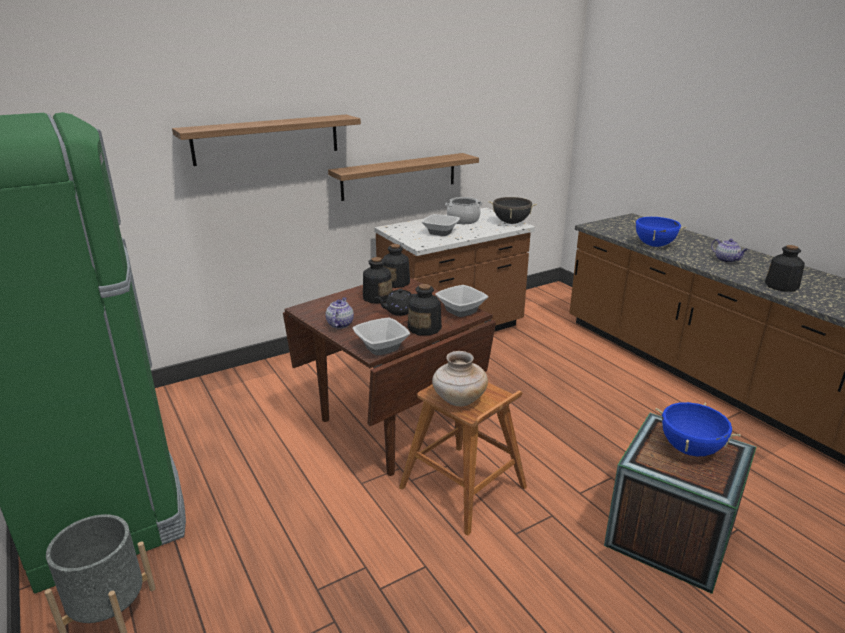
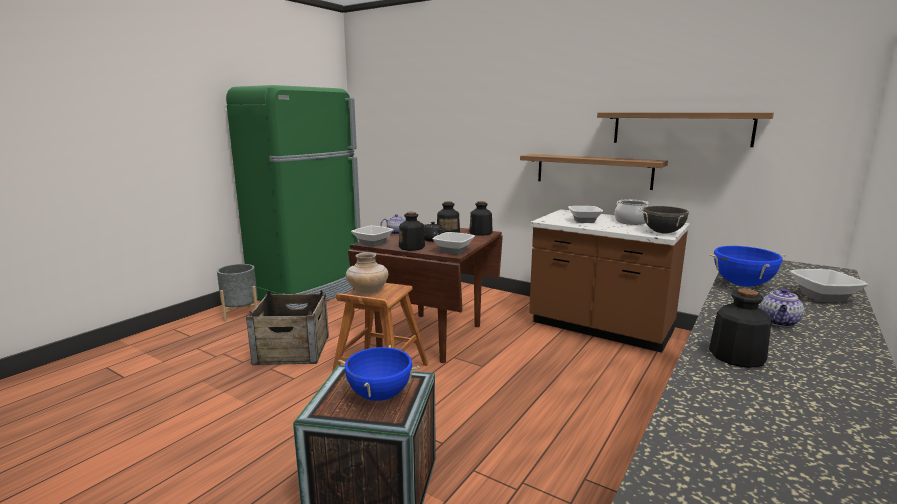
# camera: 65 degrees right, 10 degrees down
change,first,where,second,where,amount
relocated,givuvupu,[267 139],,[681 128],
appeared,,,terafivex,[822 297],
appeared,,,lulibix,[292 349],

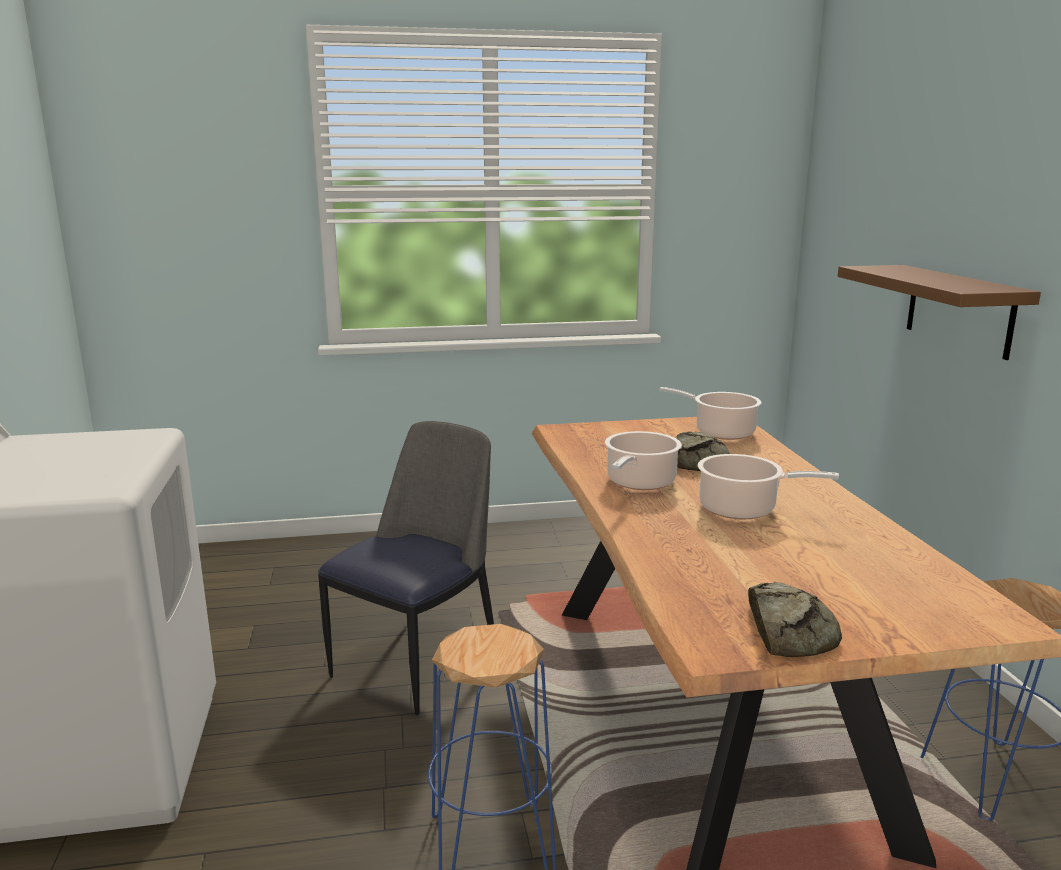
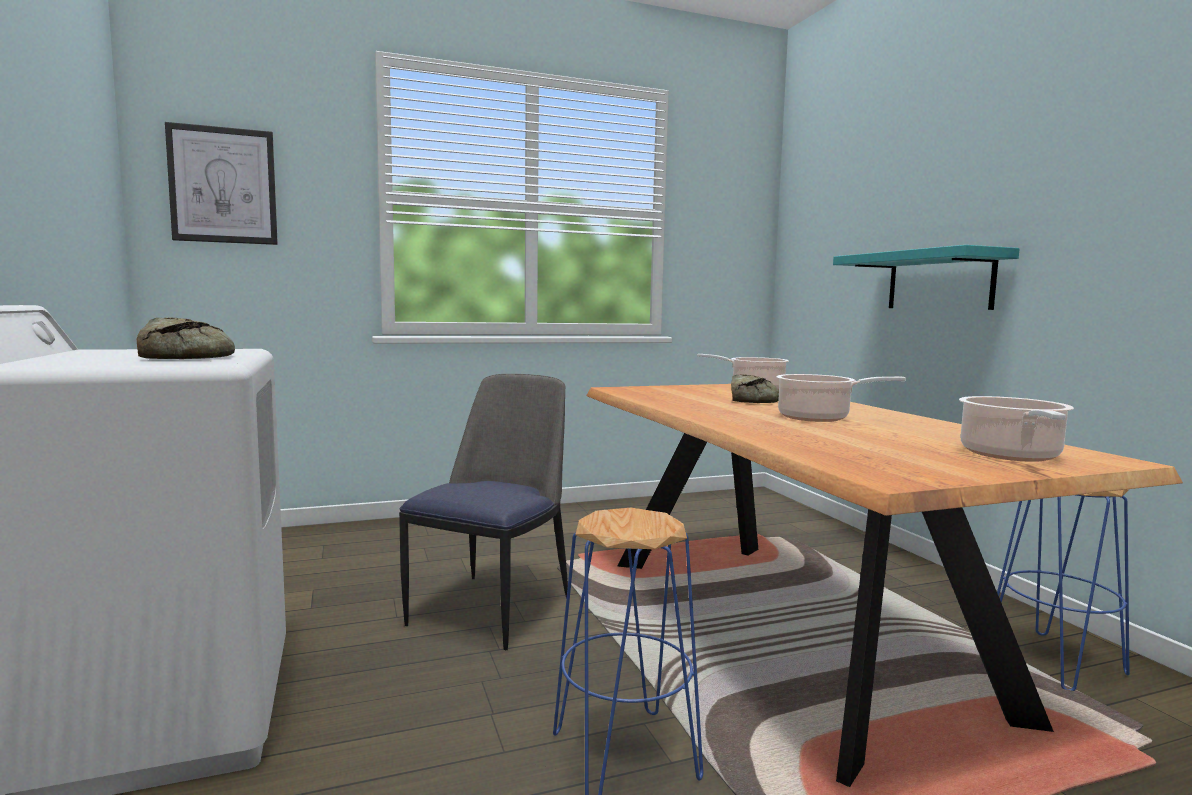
# camera: 10 degrees left, 10 degrees down
change,first,where,second,where,amount
colour,brown_givuvupu,[959 310],turquoise_givuvupu,[939 281],
relocated,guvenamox,[639 483],,[1011 456],
relocated,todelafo,[788 631],,[190 357],
appeared,,,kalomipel,[223 185],

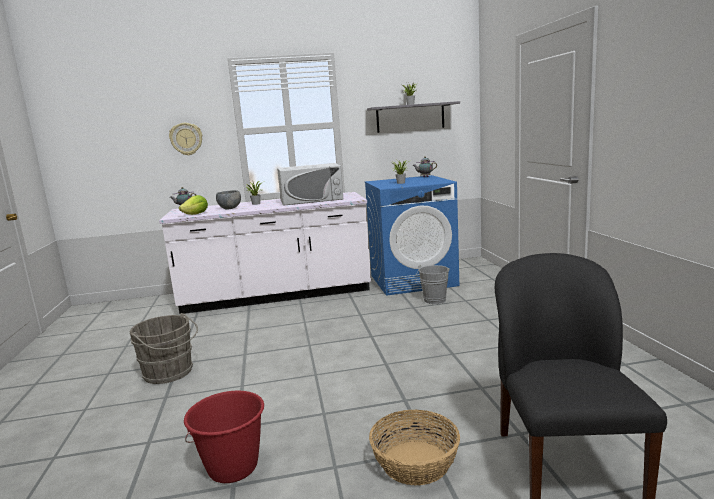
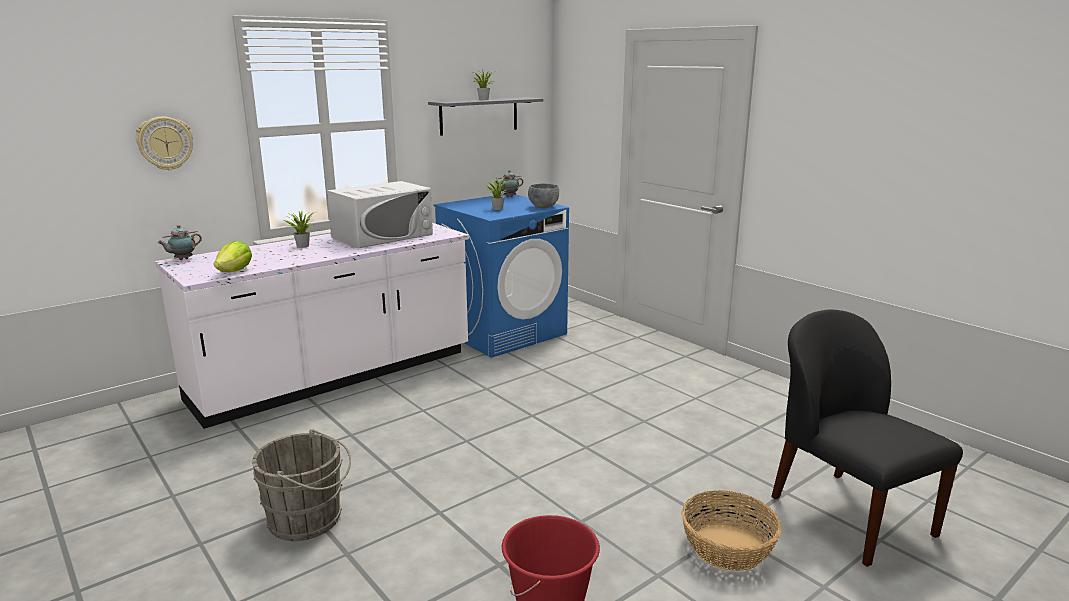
# camera: 30 degrees left, 5 degrees up
change,first,where,second,where,amount
relocated,grey_terafivex,[230 208],,[543 207],
missing,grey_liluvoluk,[433 301],,,

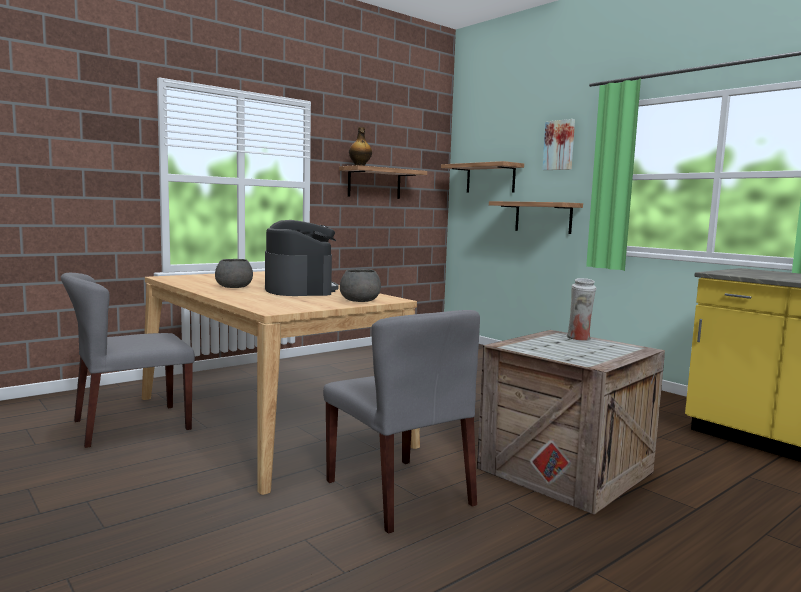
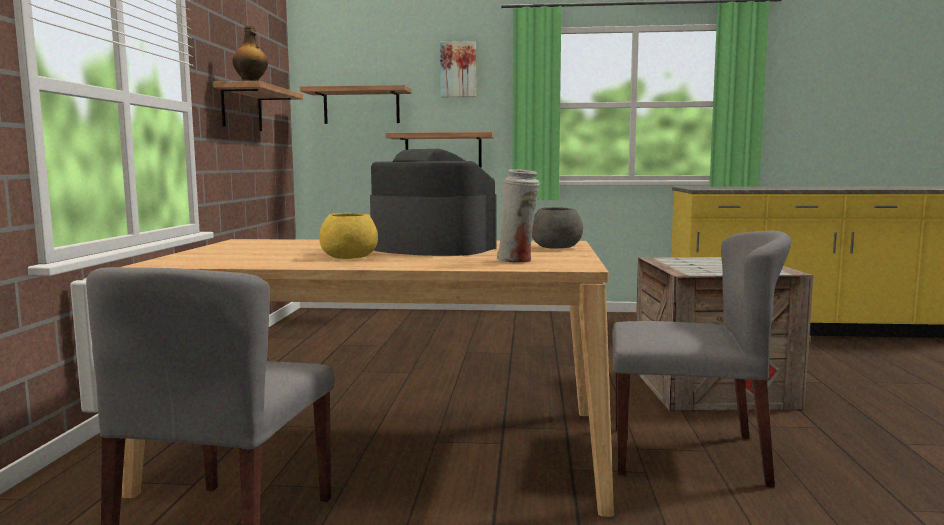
# camera: 45 degrees left, 0 degrees up
change,first,where,second,where,amount
colour,grey_terafivex,[234 287],yellow_terafivex,[348 257],
relocated,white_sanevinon,[579 338],,[517 261],

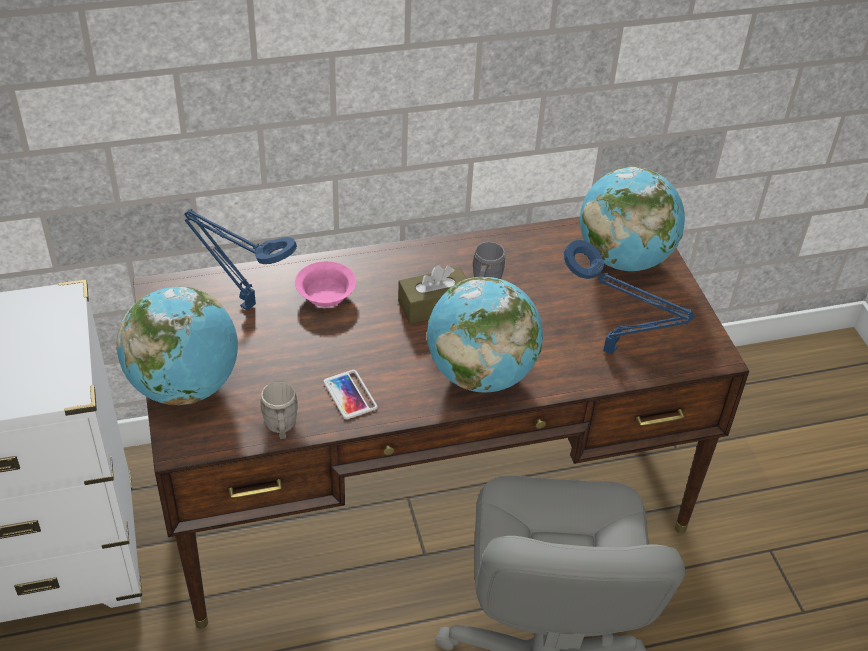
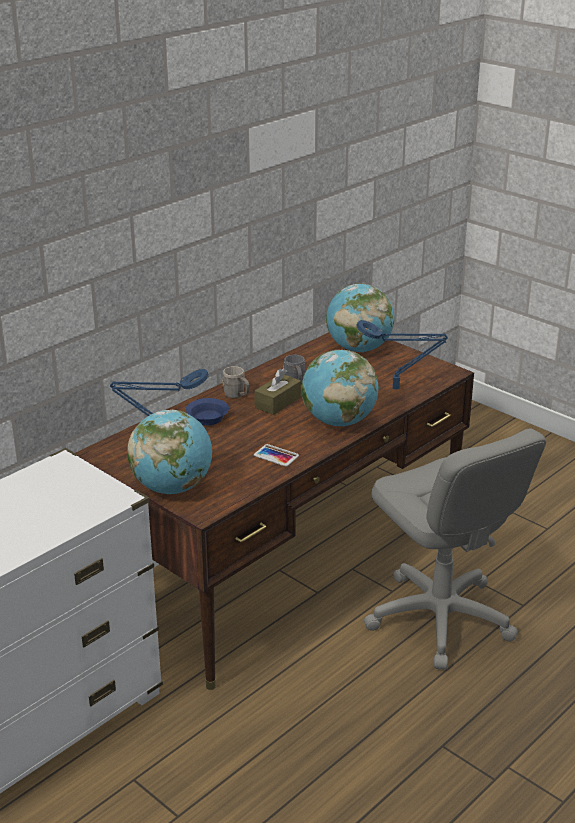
# camera: 30 degrees left, 15 degrees down
change,first,where,second,where,amount
colour,pink_terafivex,[325 293],blue_terafivex,[207 419],
relocated,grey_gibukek,[281 428],,[237 396],

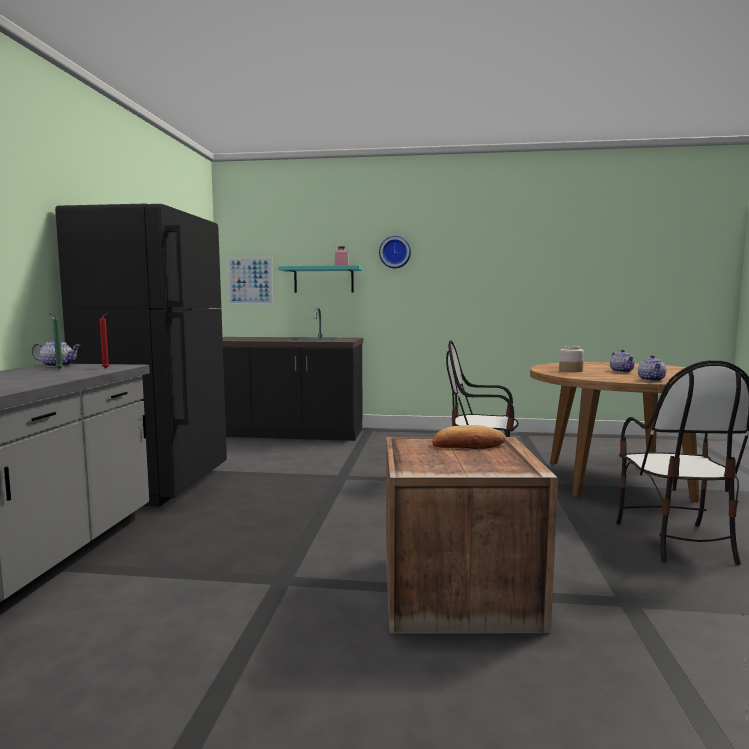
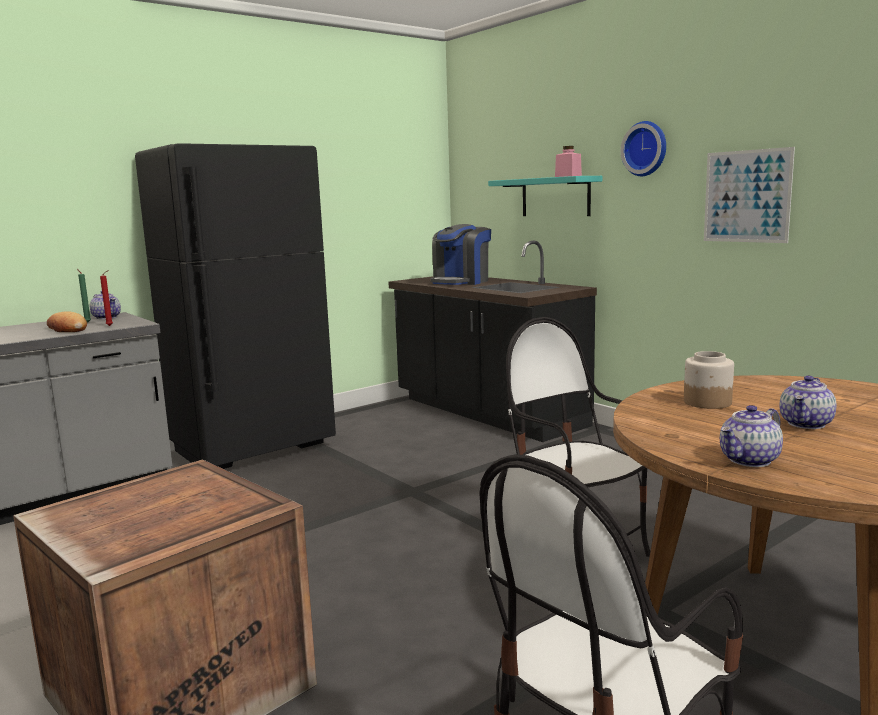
# camera: 45 degrees right, 5 degrees up
change,first,where,second,where,amount
relocated,kalomipel,[250 281],,[746 196],
relocated,todelafo,[468 445],,[67 329],
appeared,,,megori,[461 282],

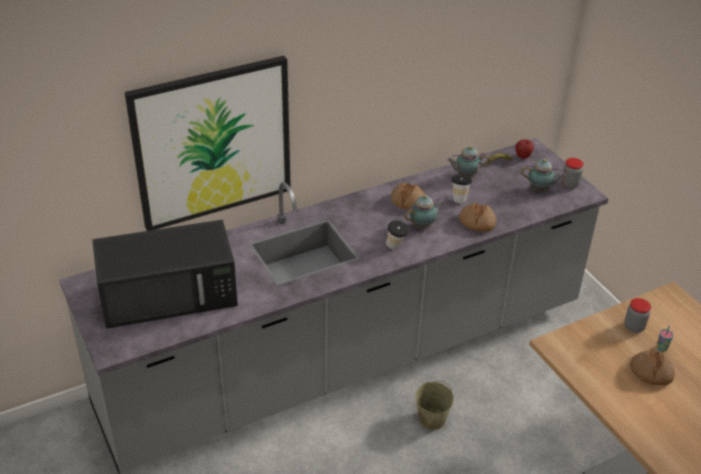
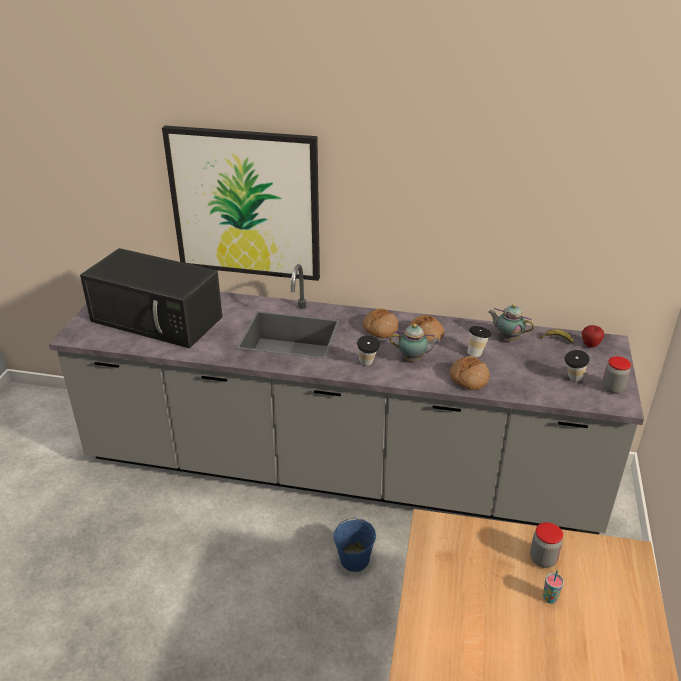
# camera: 40 degrees right, 5 degrees down
change,first,where,second,where,amount
exchanged,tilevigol,[540 190],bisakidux,[572 379],
relocated,todelafo,[651 372],,[380 328],
colour,beige_liluvoluk,[431 418],blue_liluvoluk,[355 559],

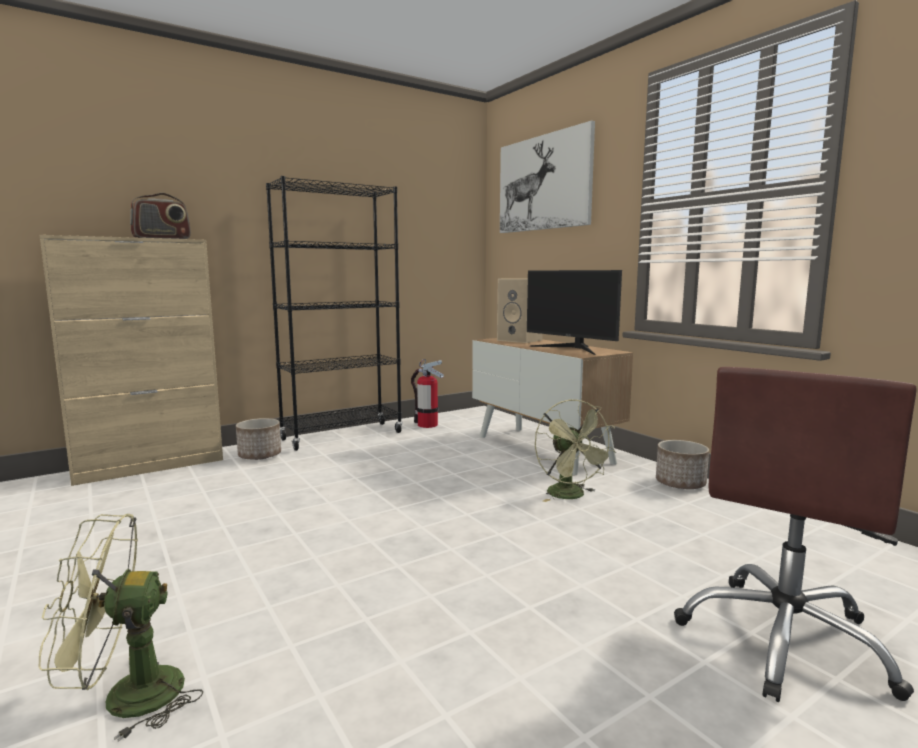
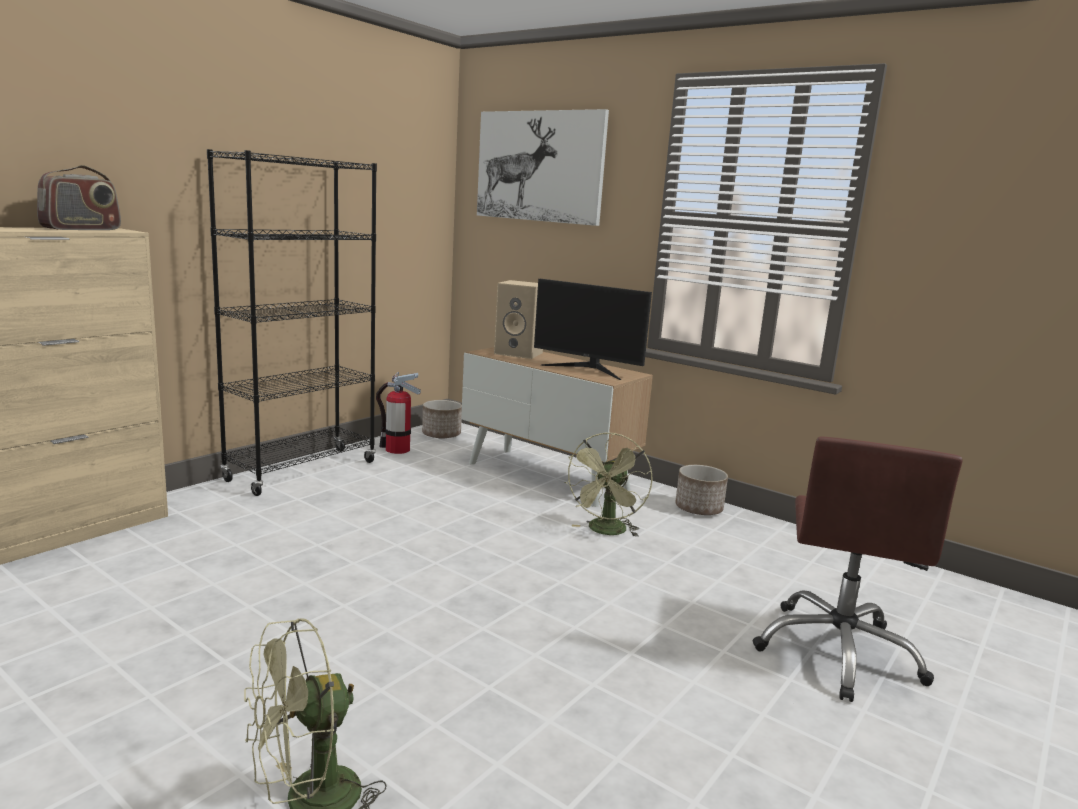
# camera: 20 degrees left, 5 degrees up
change,first,where,second,where,amount
spun,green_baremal,[571 496],,[606 532],60 degrees clockwise
relocated,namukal,[260 455],,[441 435],

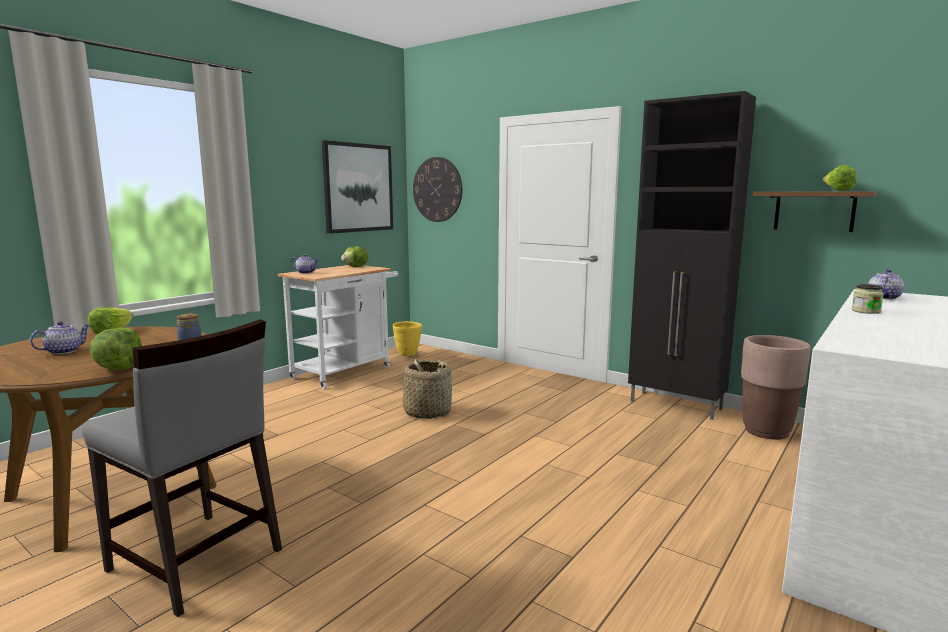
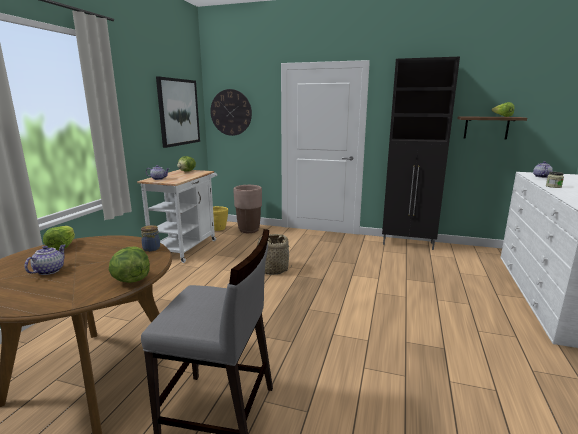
# camera: 20 degrees left, 5 degrees up
change,first,where,second,where,amount
relocated,brown_namukal,[766 431],,[249 230],

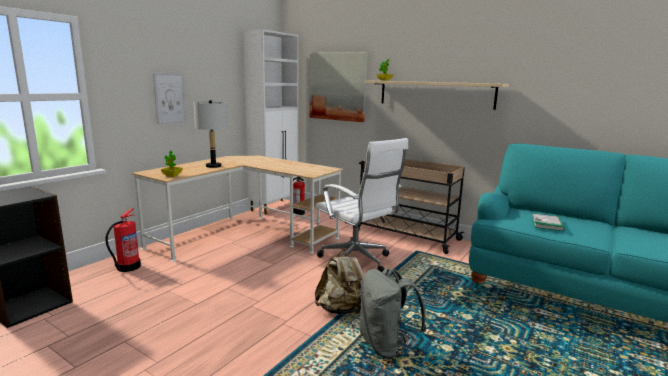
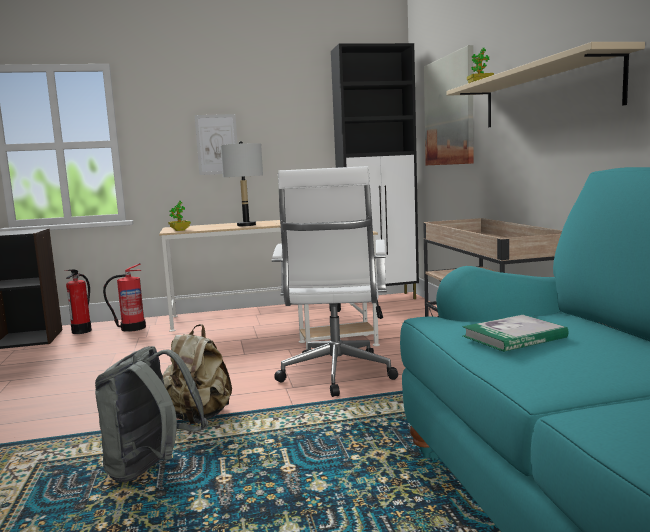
# camera: 45 degrees right, 5 degrees down
change,first,where,second,where,amount
colour,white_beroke,[274 207],black_beroke,[380 299],
relocated,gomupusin,[298 213],,[82 331],

